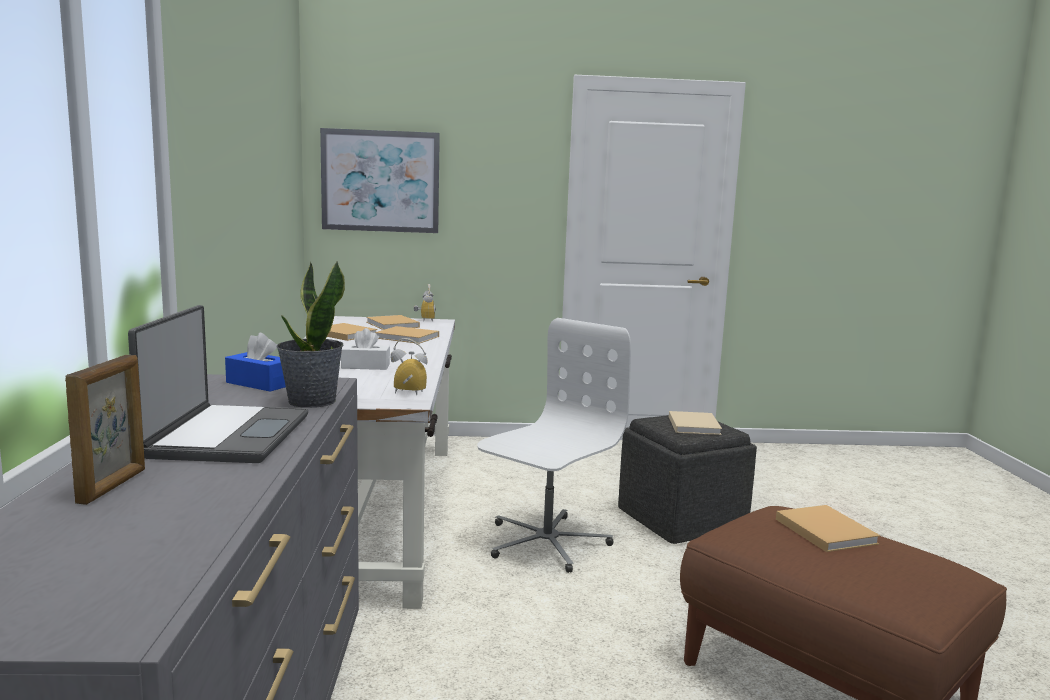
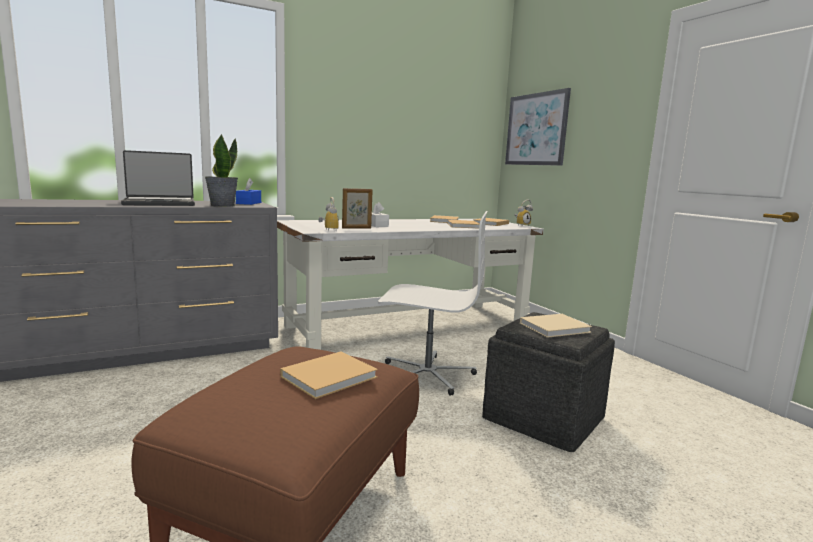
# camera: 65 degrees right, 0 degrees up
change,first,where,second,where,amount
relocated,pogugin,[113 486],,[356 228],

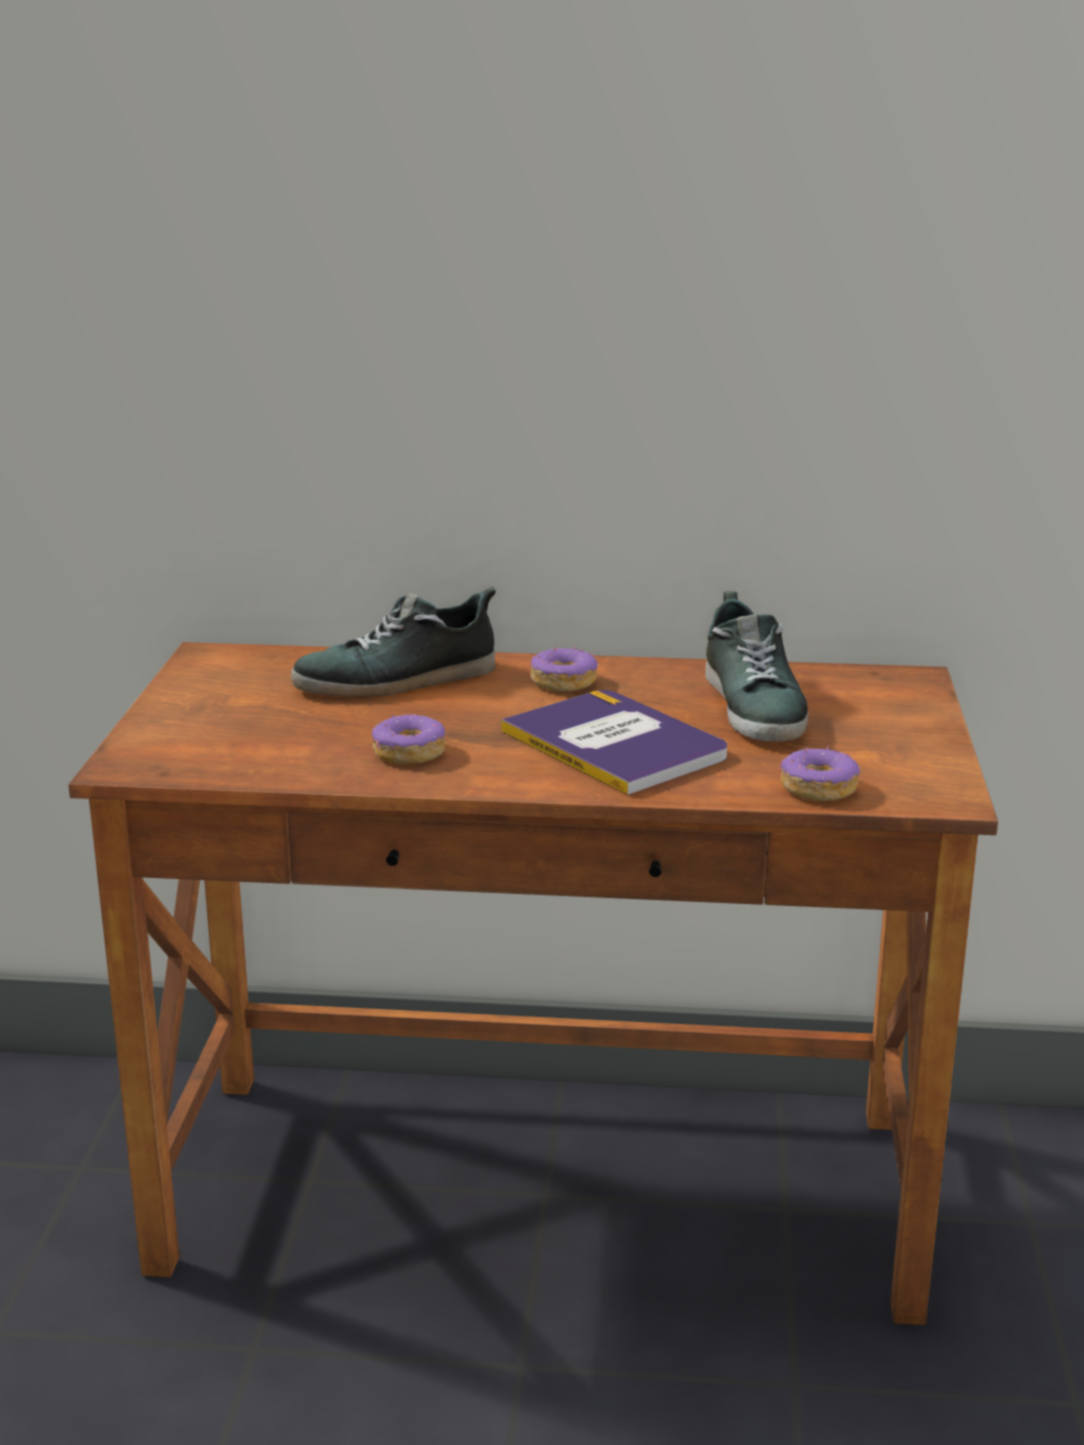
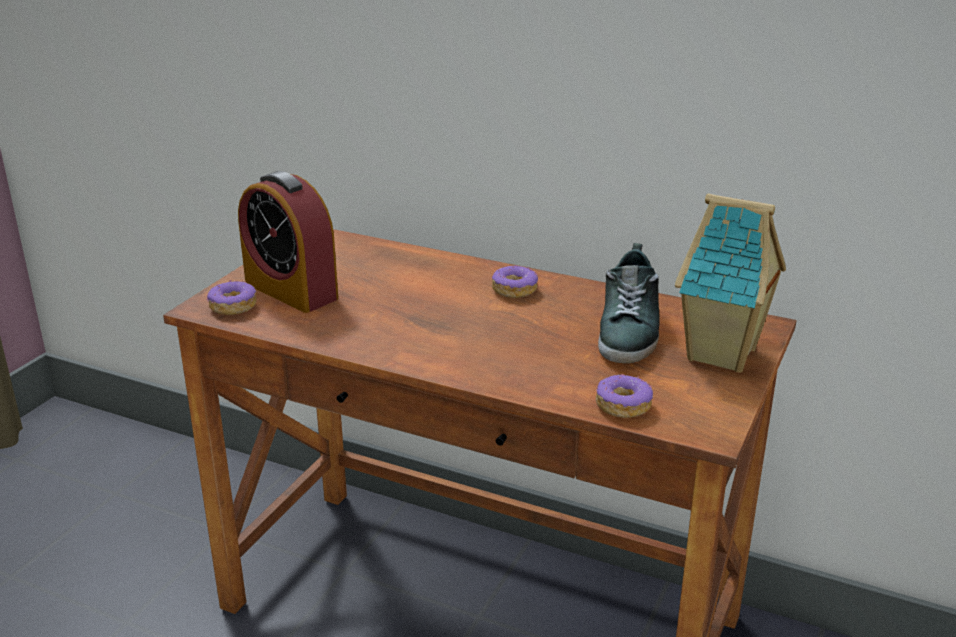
# camera: 20 degrees right, 5 degrees up
change,first,where,second,where,amount
missing,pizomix,[397 679],,,
missing,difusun,[615 744],,,
relocated,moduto,[408 753],,[232 306],
appeared,,,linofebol,[291 290],
appeared,,,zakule,[723 355],

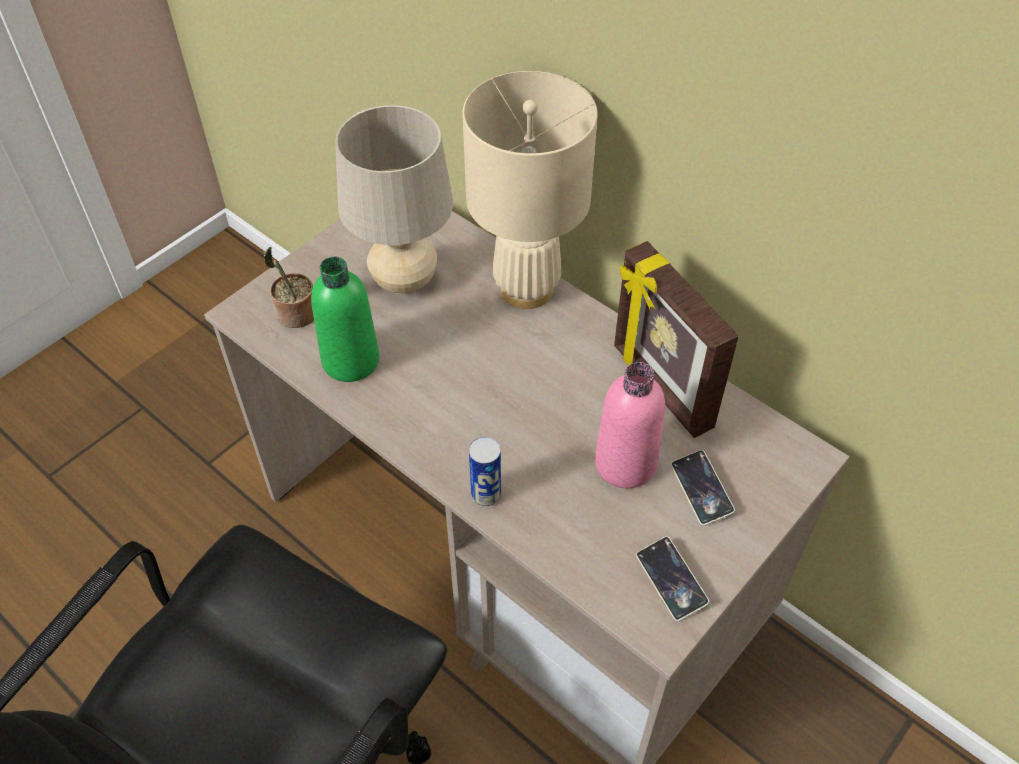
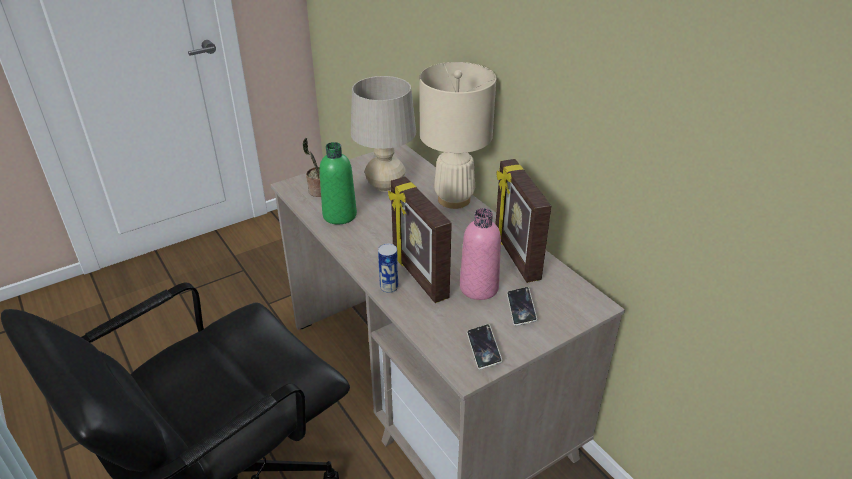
# camera: 15 degrees right, 15 degrees down
change,first,where,second,where,amount
appeared,,,pogugin,[418 276],

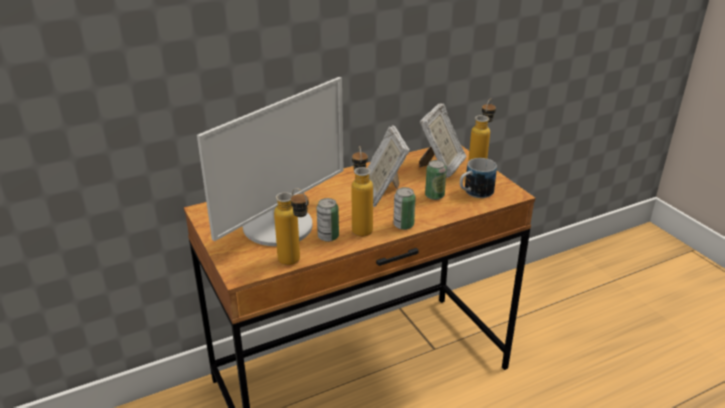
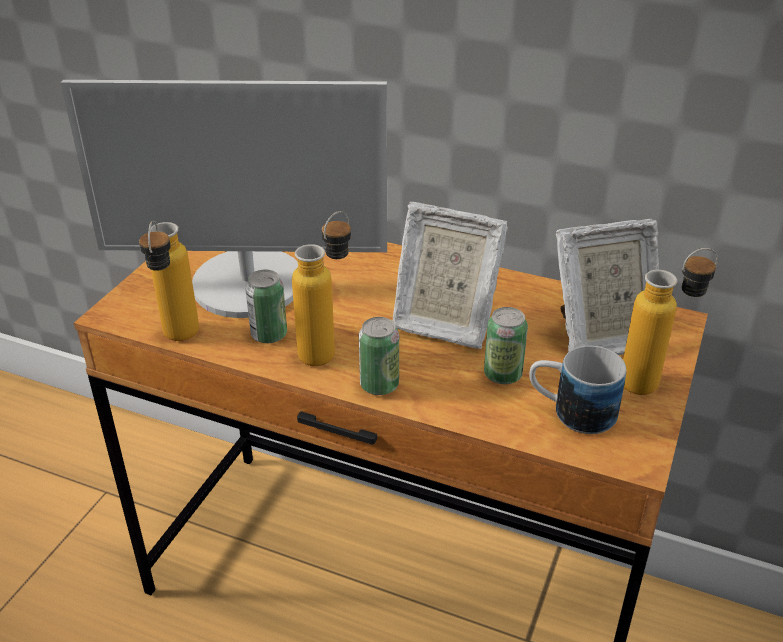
# camera: 50 degrees right, 5 degrees up
change,first,where,second,where,amount
spun,pogugin,[383 192],,[443 323],105 degrees counterclockwise

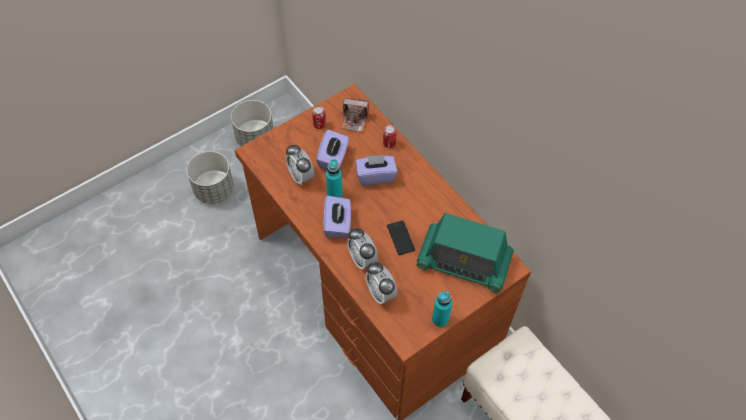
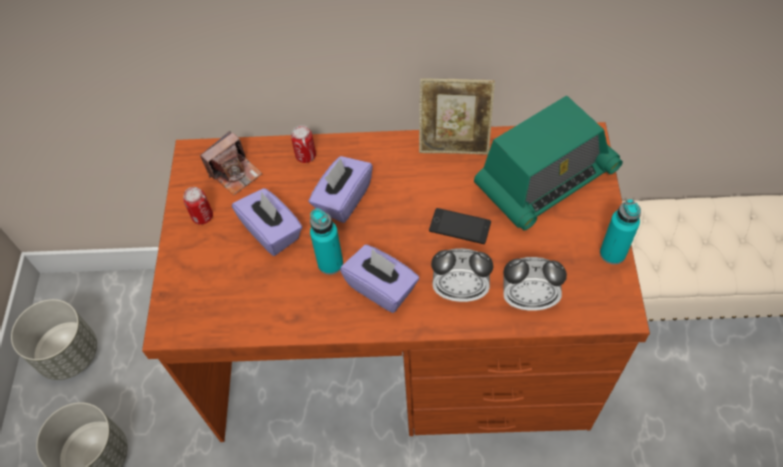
# camera: 50 degrees left, 0 degrees up
change,first,where,second,where,amount
missing,linofebol,[301 176],,,
appeared,,,pogugin,[454 143],

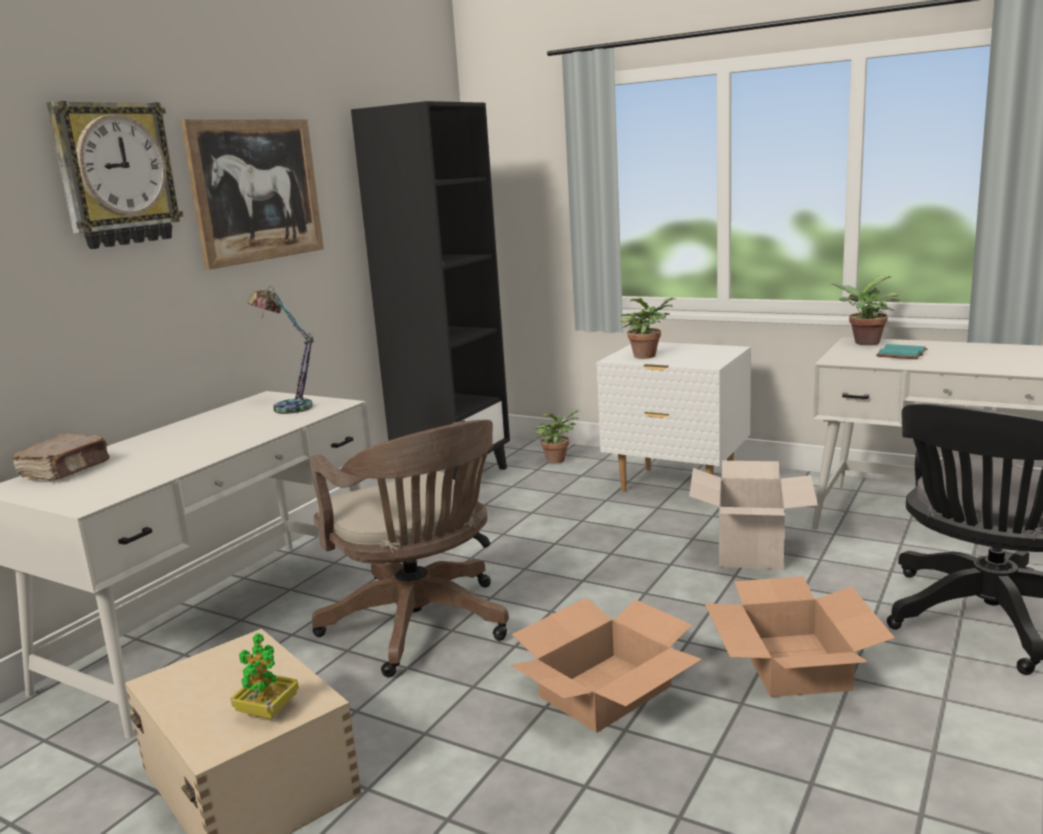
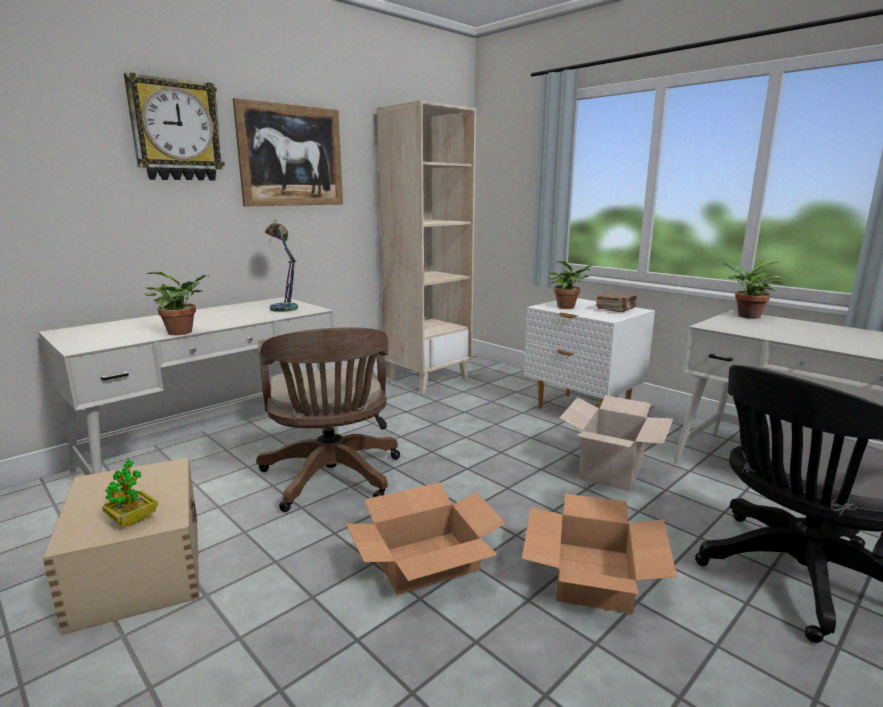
# camera: 15 degrees right, 0 degrees up
change,first,where,second,where,amount
colour,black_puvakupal,[453 477],beige_puvakupal,[428 379],
missing,turquoise_difusun,[903 354],,,
relocated,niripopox,[557 459],,[183 332],
relocated,brown_difusun,[66 470],,[616 309],

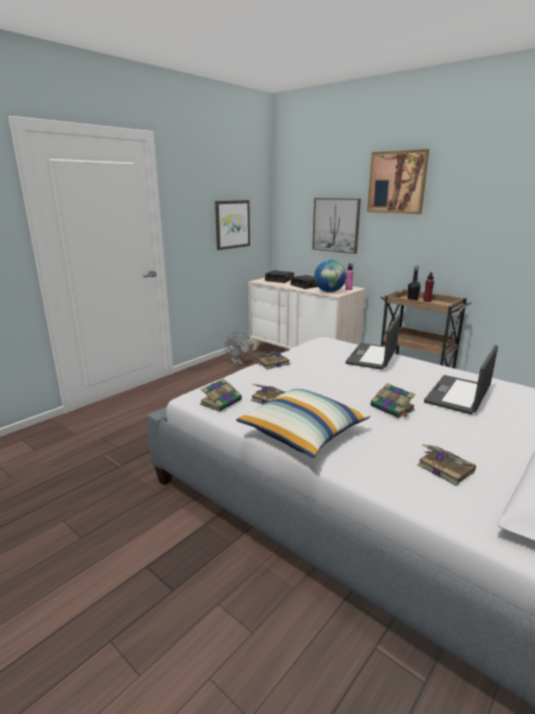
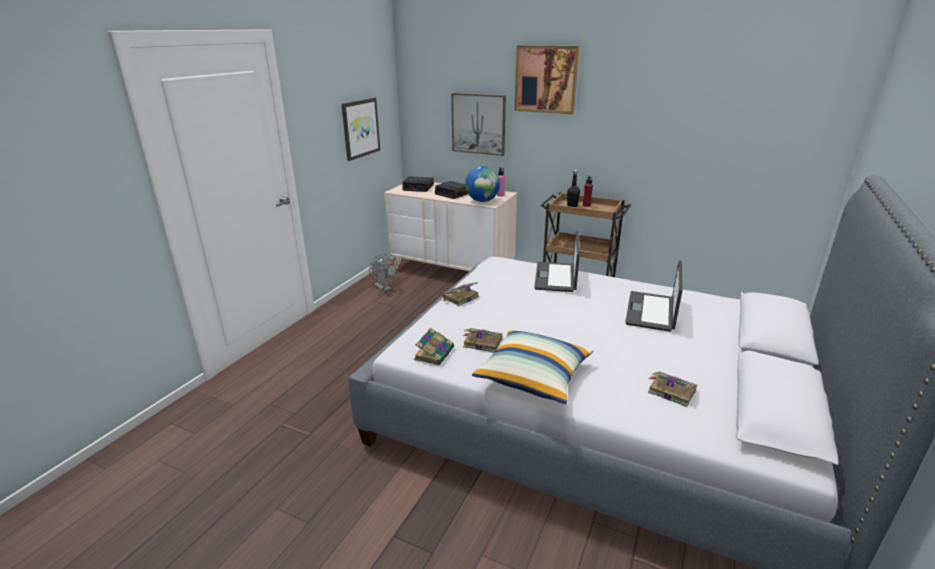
# camera: 15 degrees left, 5 degrees up
change,first,where,second,where,amount
missing,difusun,[393 408],,,

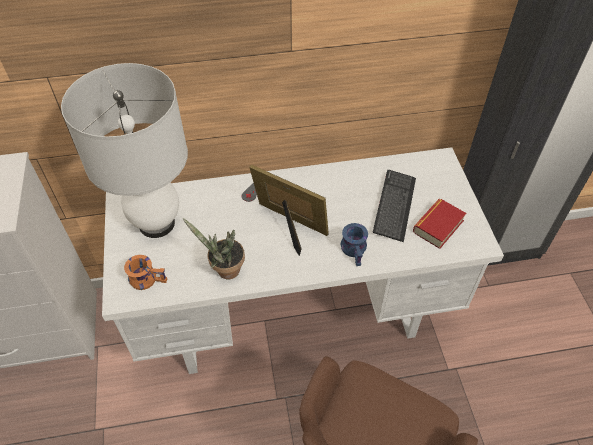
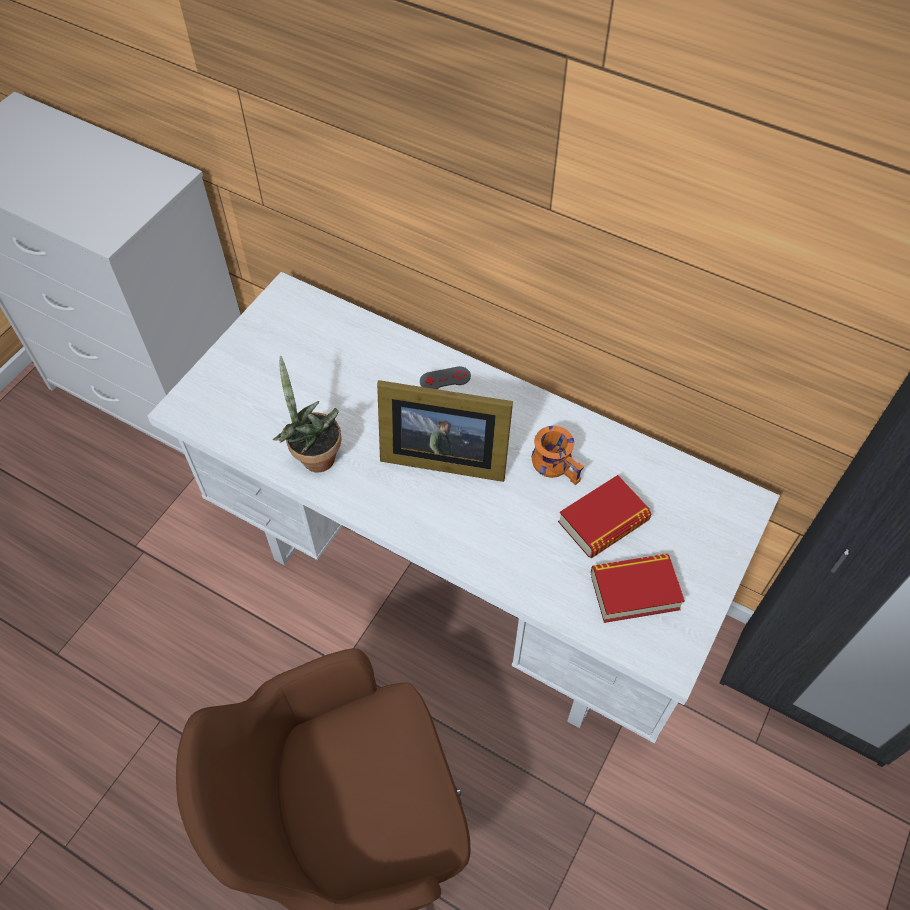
# camera: 40 degrees right, 5 degrees up
change,first,where,second,where,amount
missing,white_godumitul,[156 224],,,
spun,pogugin,[290 227],,[441 455],120 degrees clockwise
exchanged,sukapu,[394 206],difusun,[603 521],
missing,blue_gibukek,[356 250],,,
relocated,orange_gibukek,[148 278],,[558 464],

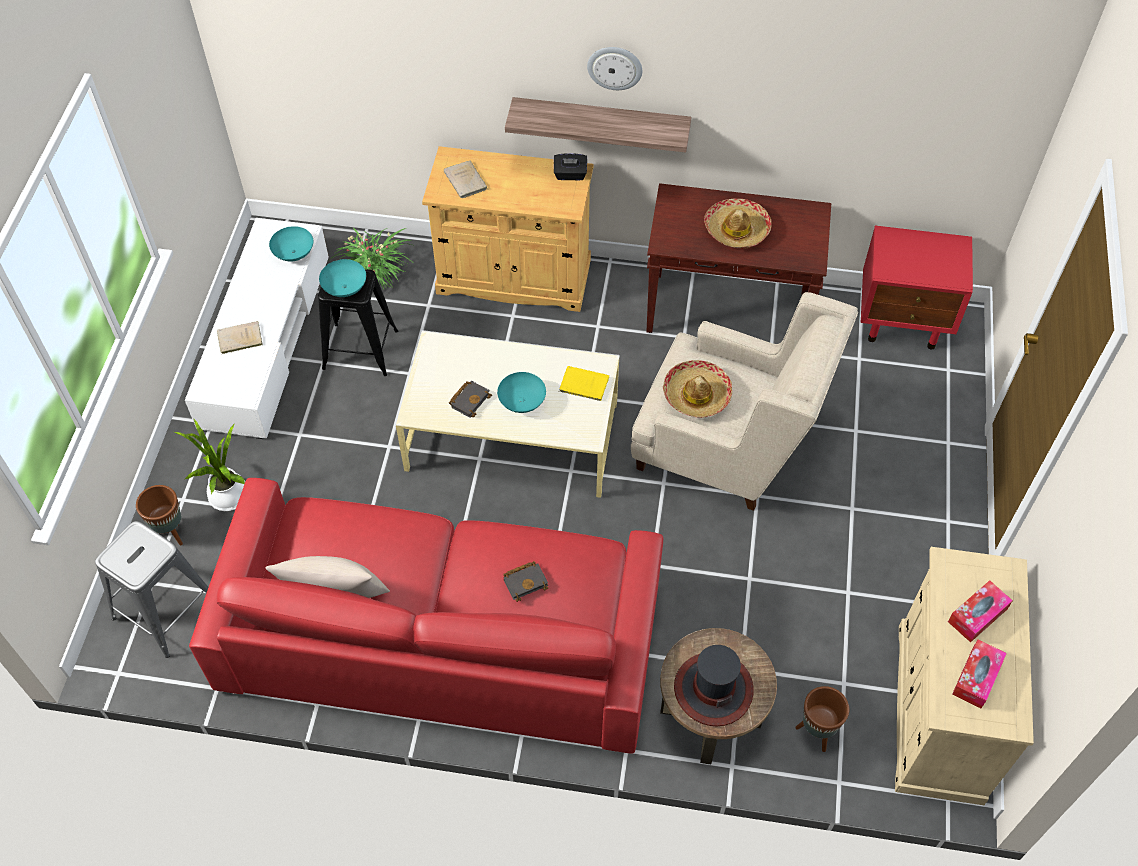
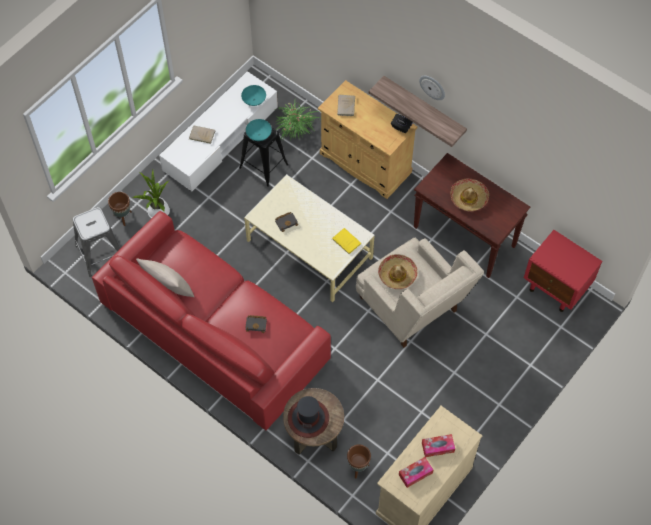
# camera: 30 degrees right, 5 degrees up
change,first,where,second,where,amount
missing,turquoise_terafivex,[521 401],,,

